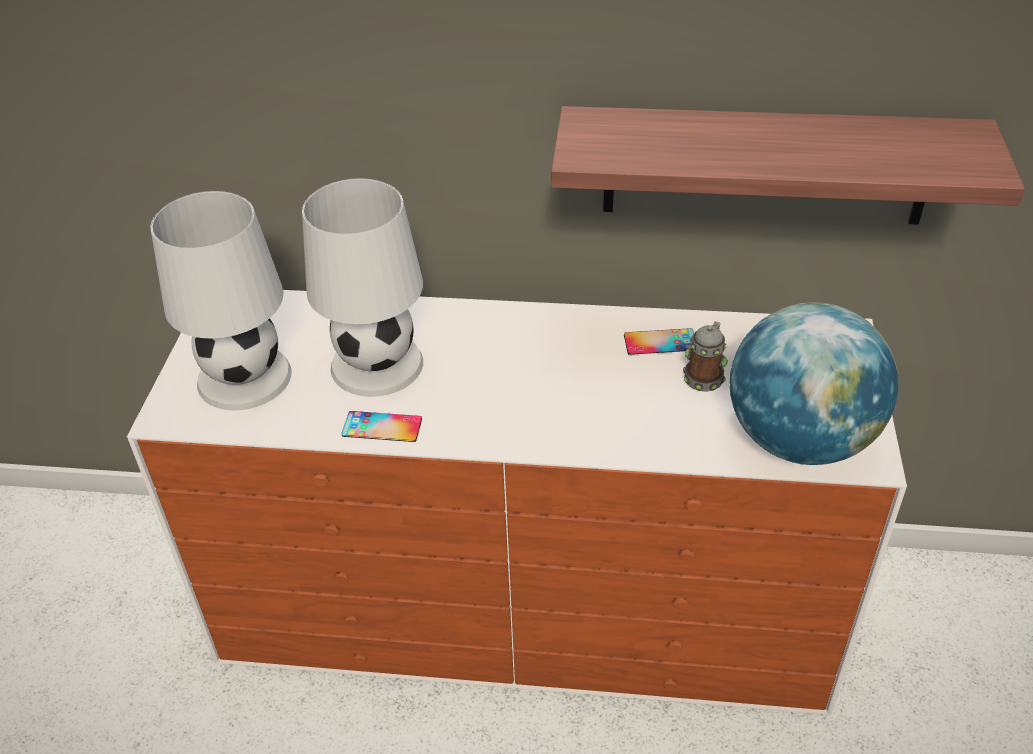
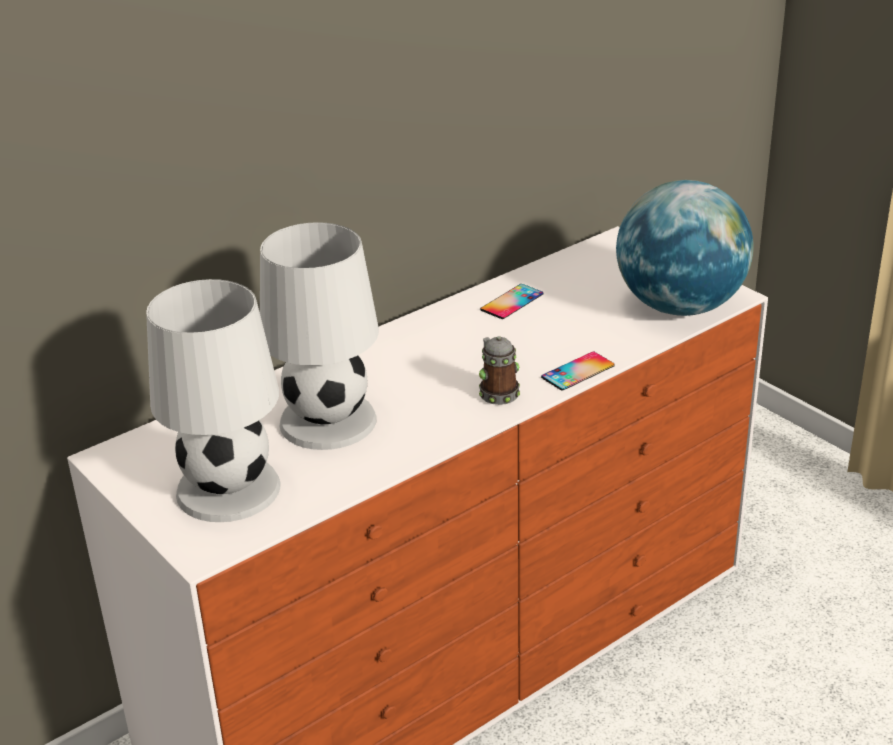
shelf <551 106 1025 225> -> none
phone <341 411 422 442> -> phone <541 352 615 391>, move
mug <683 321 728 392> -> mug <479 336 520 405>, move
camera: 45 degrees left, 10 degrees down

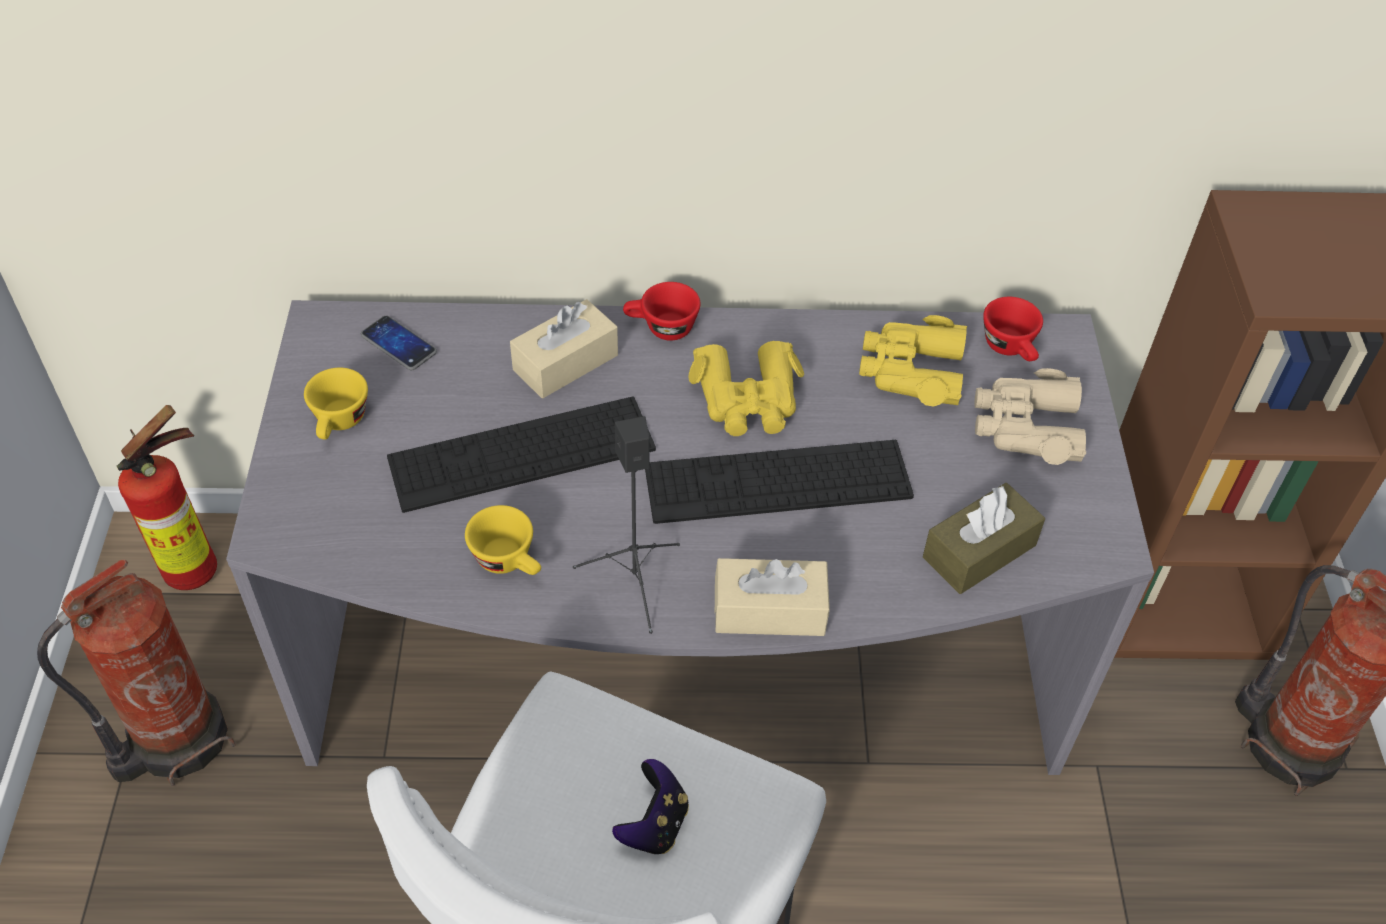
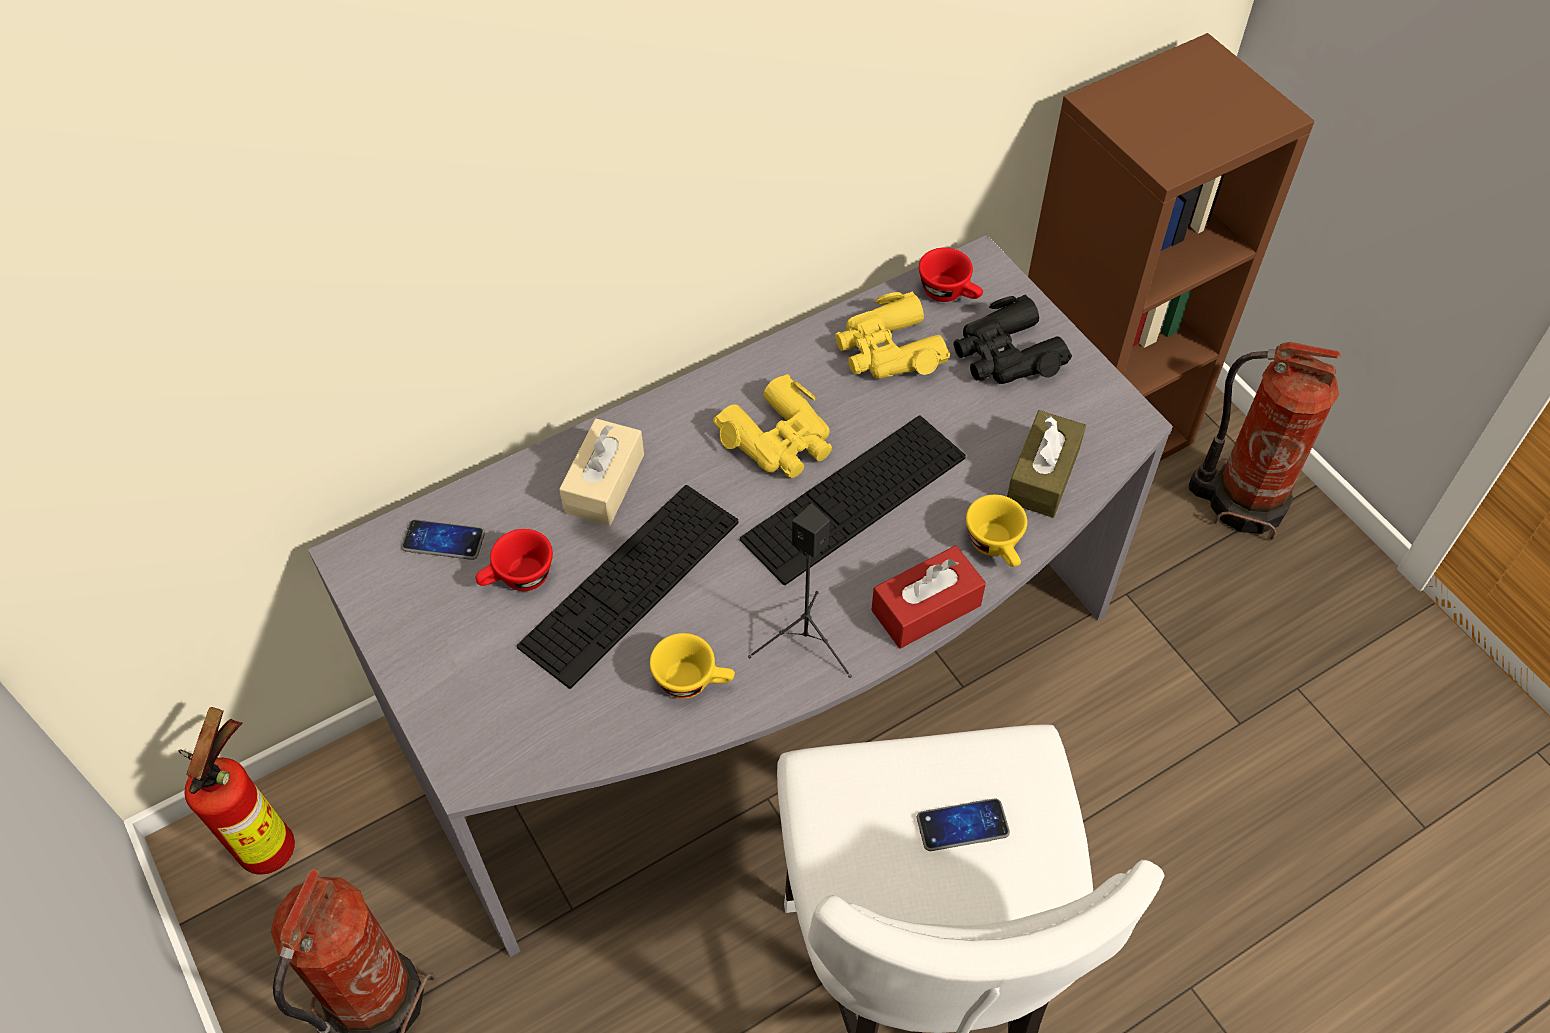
yellow cup <304 367 368 440> -> yellow cup <966 495 1027 567>, move
red cup <623 282 700 341> -> red cup <476 529 553 591>, move
game controller <612 759 689 854> -> phone <917 798 1010 851>
beige tissue box <715 558 830 636> -> red tissue box <871 546 986 649>
beige binoculars <974 368 1086 465> -> black binoculars <954 295 1072 384>
camera: 30 degrees left, 5 degrees up

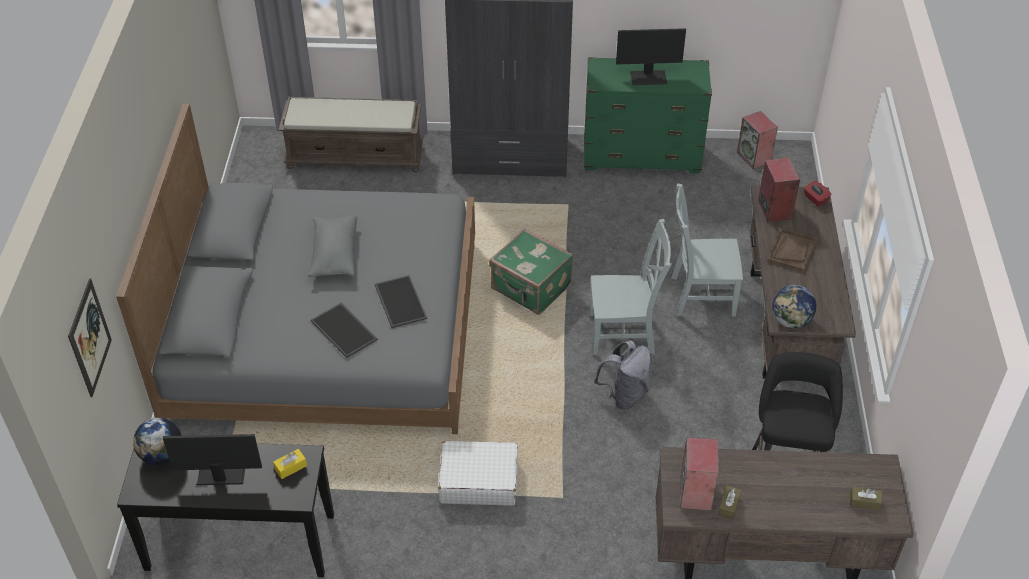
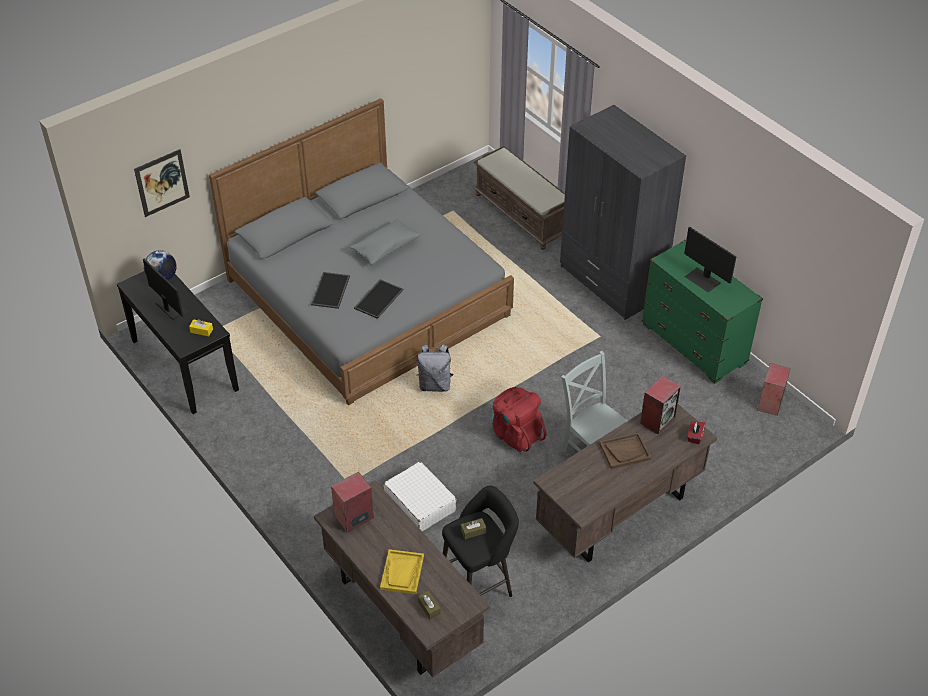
green suitcase <489 228 573 315> -> none
globe <772 285 817 328> -> none
none -> yellow tray <380 549 424 594>
white suitcase <438 441 518 505> -> white suitcase <383 462 457 531>, move
grey backpack <594 340 652 410> -> grey backpack <417 344 454 392>, move
brown tissue box <718 485 742 520> -> brown tissue box <461 518 486 539>, move
grey chair <589 219 672 355> -> red backpack <492 387 546 452>
camera: 50 degrees right, 0 degrees up

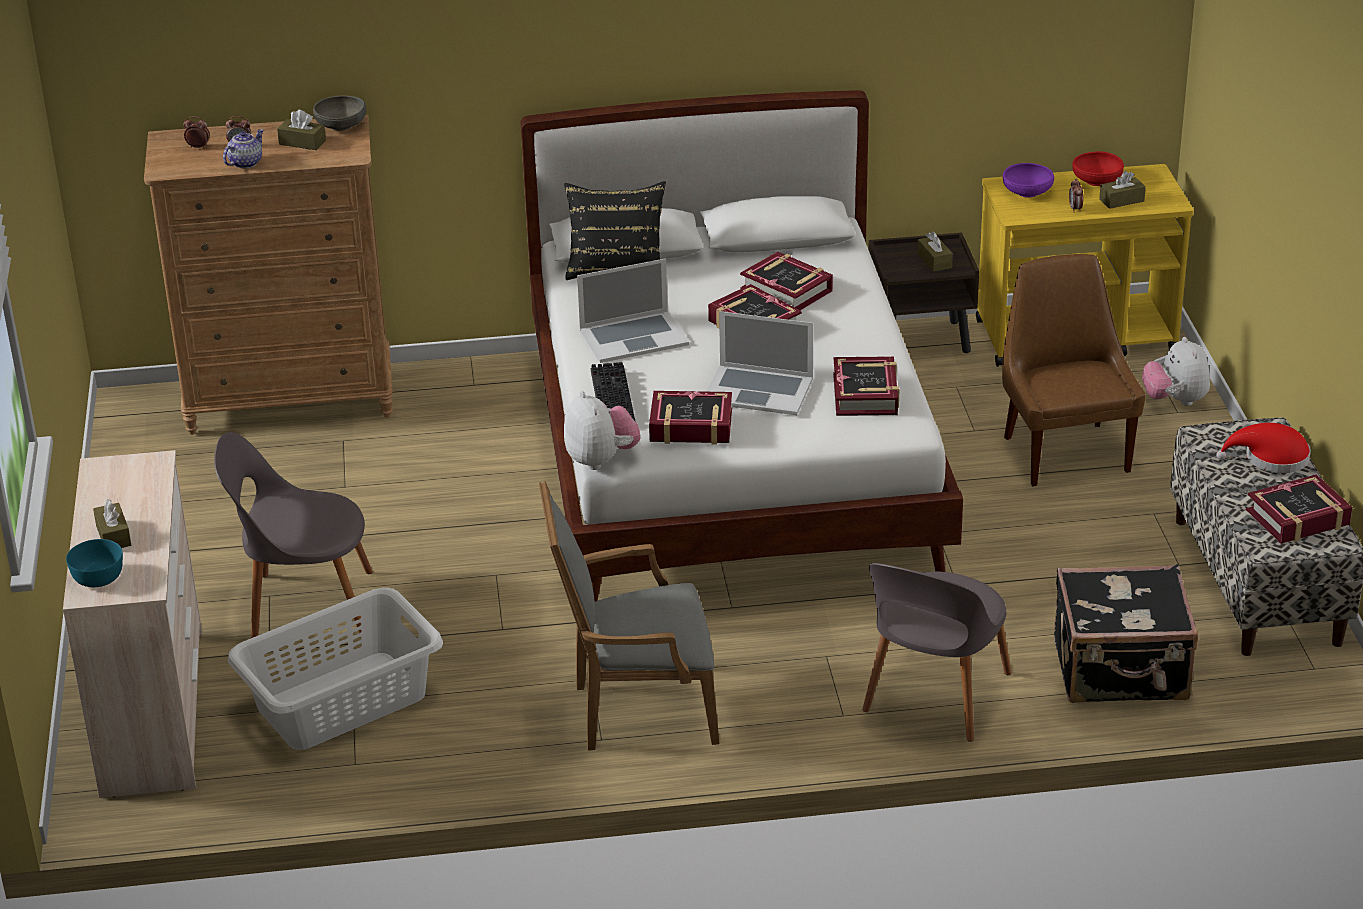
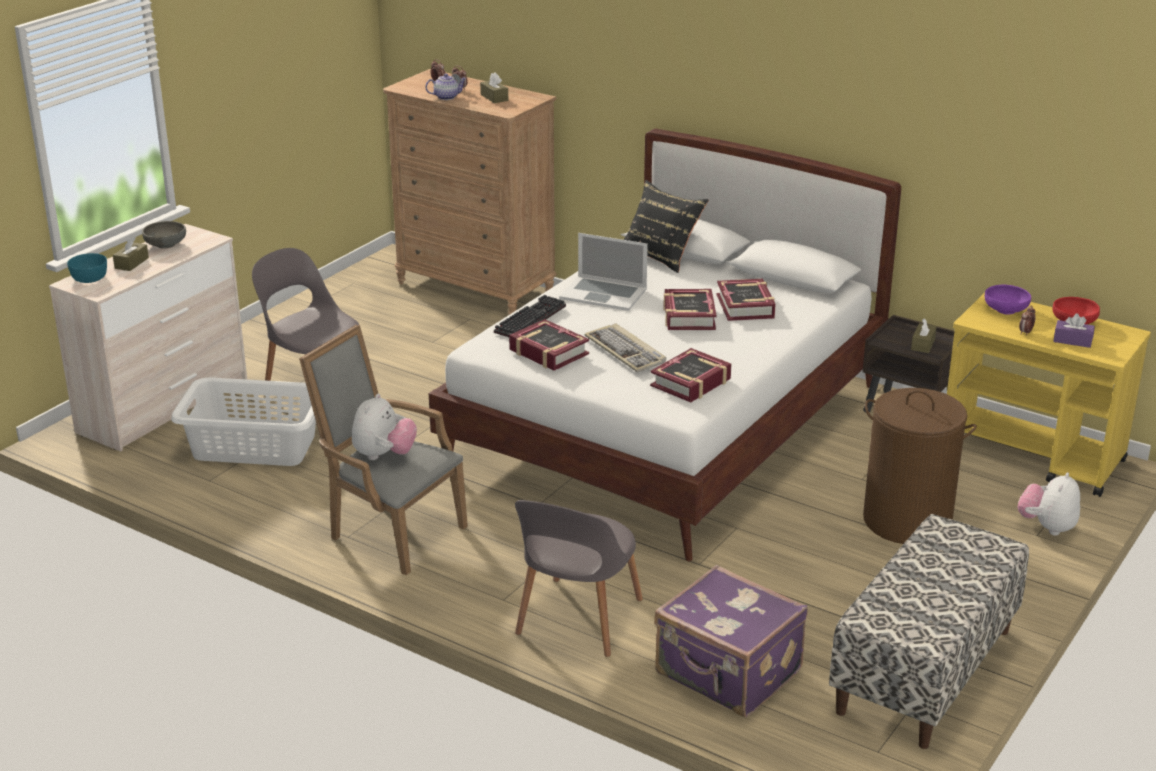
red hat <1216 423 1311 473> -> none
book <1246 475 1353 544> -> none
grey bowl <313 96 366 131> -> grey bowl <142 221 186 249>, move
plush toy <564 391 641 470> -> plush toy <352 394 417 460>, move
laptop <706 311 814 415> -> keyboard <585 323 666 372>
brown chair <1002 254 1146 486> -> brown laundry basket <863 388 977 544>
black suitcase <1054 564 1198 703> -> purple suitcase <654 565 808 717>
brown tissue box <1099 171 1146 209> -> purple tissue box <1053 314 1095 348>
grey chair <862 563 1012 742> -> grey chair <515 500 643 657>, 45 degrees counterclockwise
camera: 40 degrees right, 5 degrees down

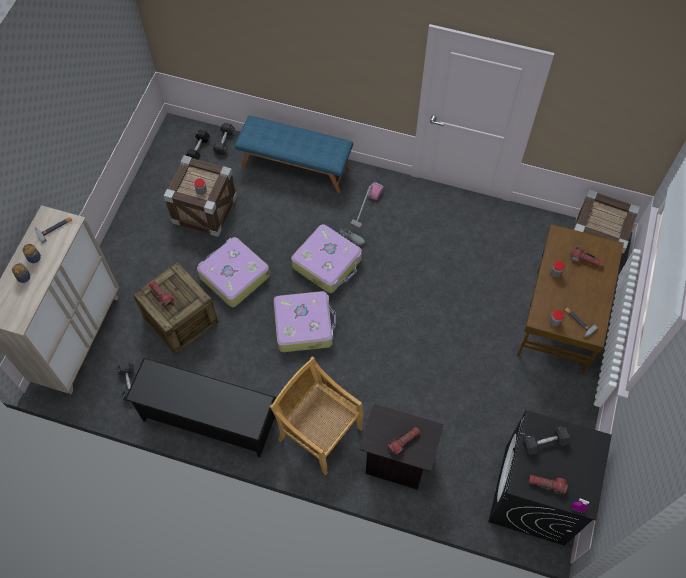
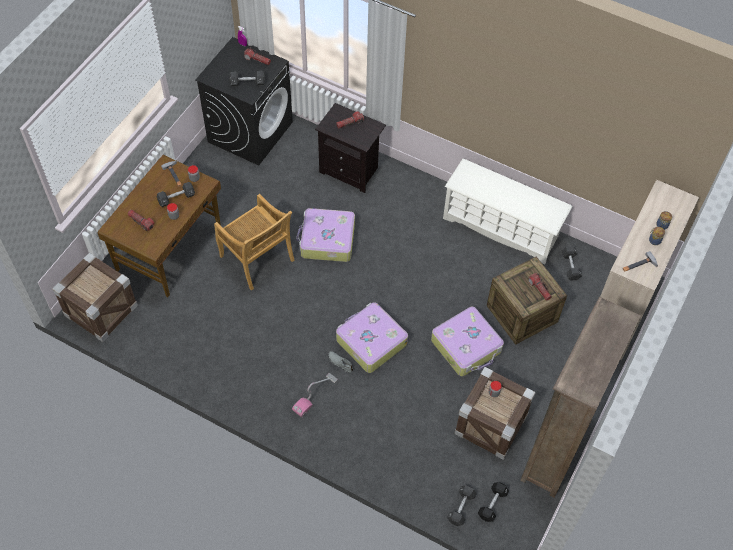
blue bench <235 115 353 193> -> none
none -> black dumbbell <157 182 195 207>
none -> brown bookcase <520 297 641 498>
beige chair <270 357 363 475> -> beige chair <214 194 295 291>, move
suitcase <274 291 336 352> -> suitcase <296 208 355 262>, move
black shoe rack <125 358 276 457> -> white shoe rack <443 159 573 264>
camera: 170 degrees left, 5 degrees down

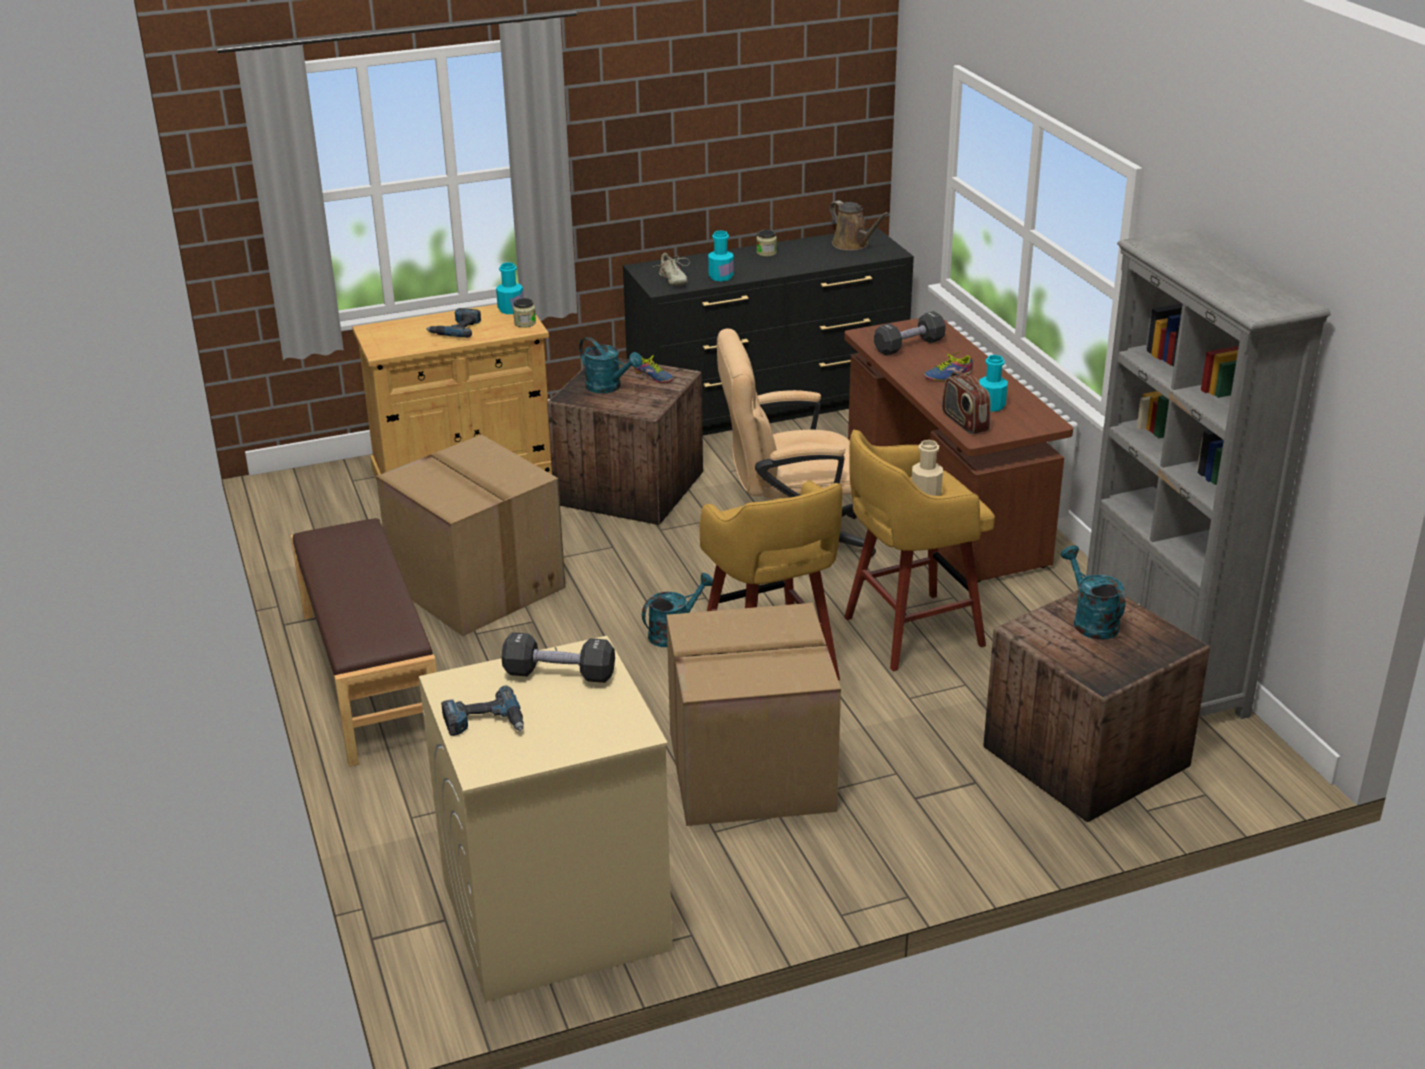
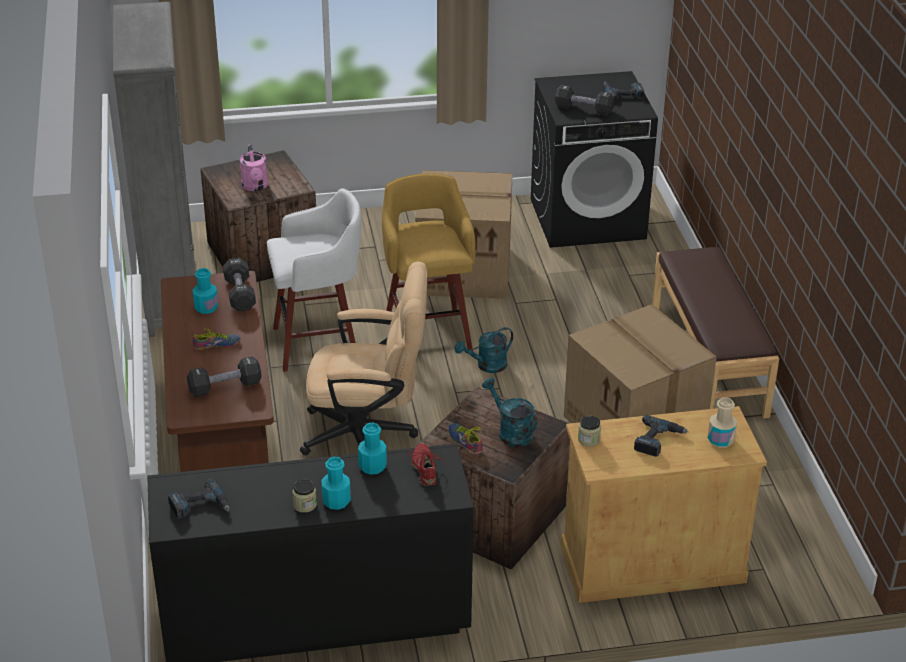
turquoise bottle <496 262 524 314> -> turquoise bottle <321 457 351 510>, move
beige bottle <912 440 943 496> -> beige bottle <707 397 737 448>, move
brown watering can <829 200 889 251> -> power drill <168 478 230 519>
radio <942 372 991 434> -> black dumbbell <223 258 256 311>
beige washing machine <419 636 672 1002> -> black washing machine <531 71 658 248>
beige shoe <653 253 690 286> -> red shoe <407 443 444 486>
yellow stool <844 430 995 671> -> white stool <267 188 361 372>
turquoise watering can <1061 546 1125 639> -> pink watering can <240 145 268 191>
camera: 170 degrees left, 5 degrees up

